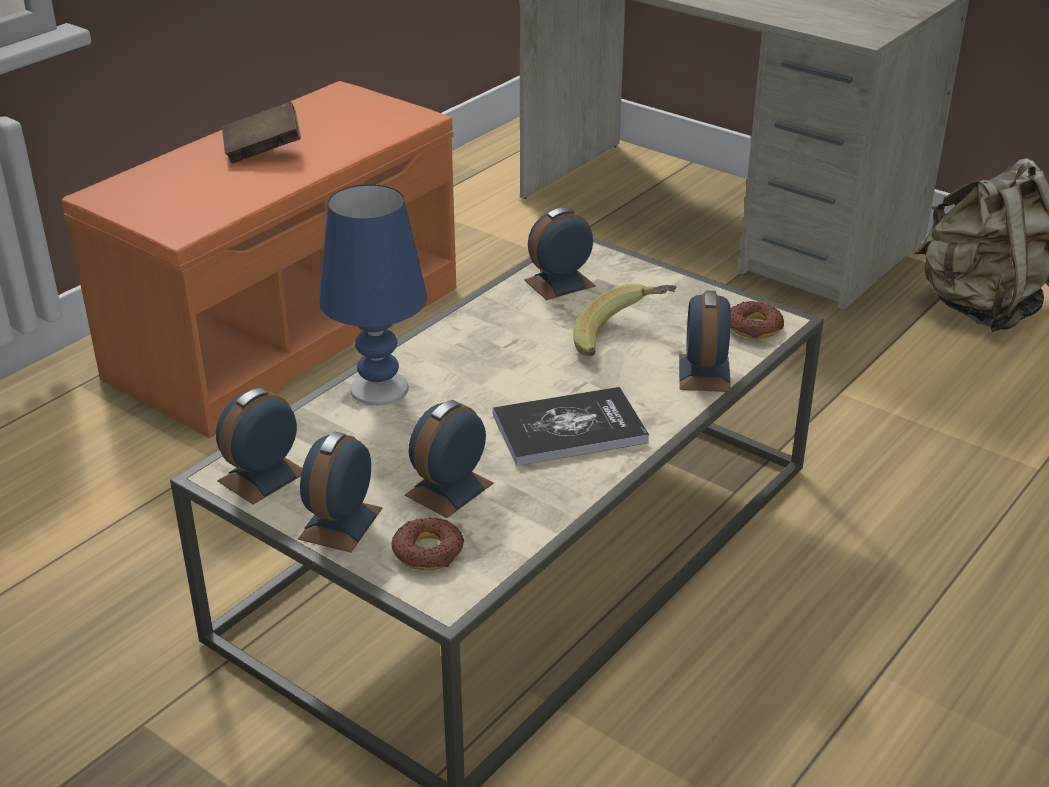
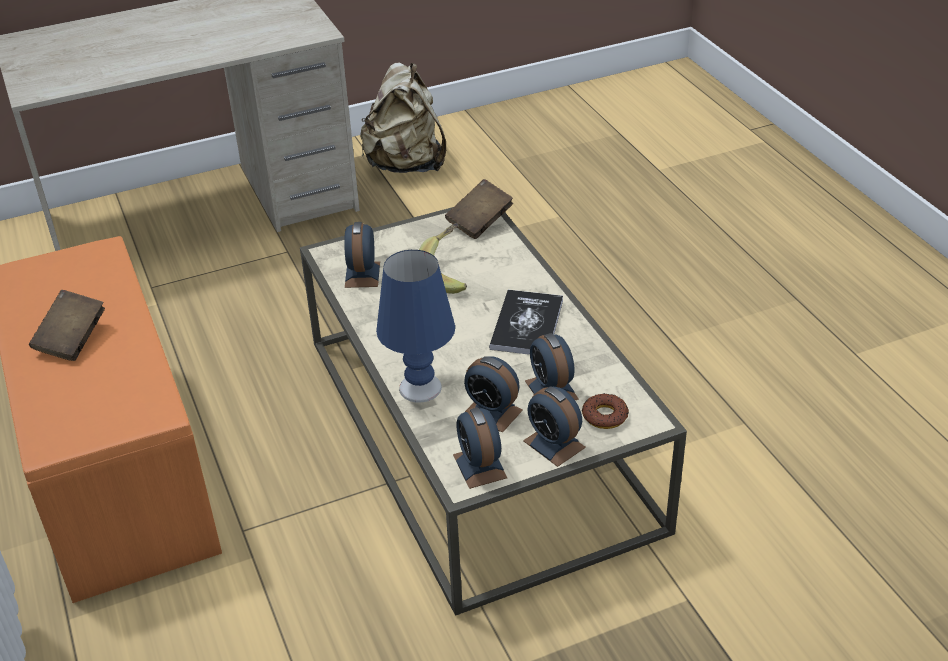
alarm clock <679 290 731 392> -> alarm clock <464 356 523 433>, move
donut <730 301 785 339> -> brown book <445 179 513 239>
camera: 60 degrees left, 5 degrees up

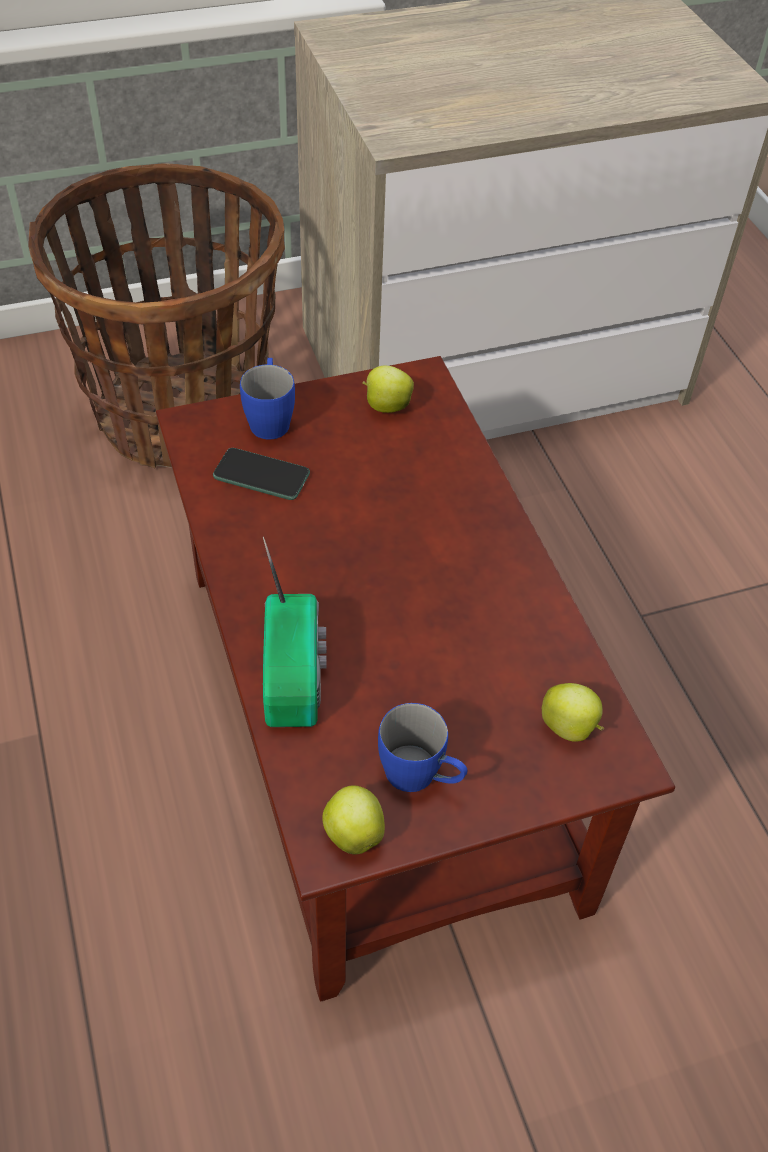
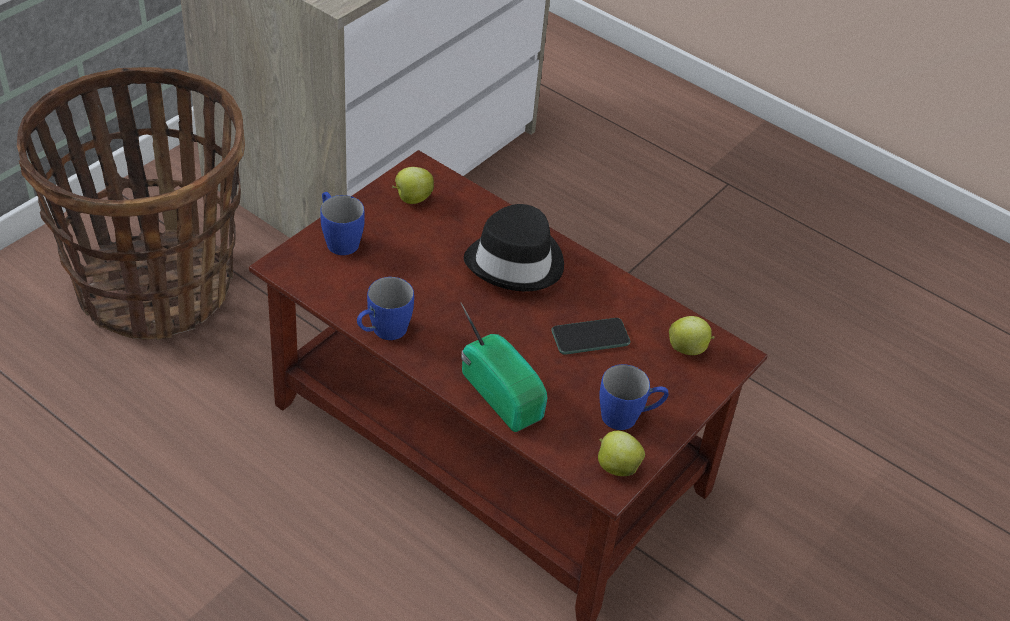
none -> blue mug <357 277 414 340>
none -> black hat <464 204 564 292>
phone <213 448 310 500> -> phone <551 318 630 355>, move
camera: 35 degrees left, 5 degrees down

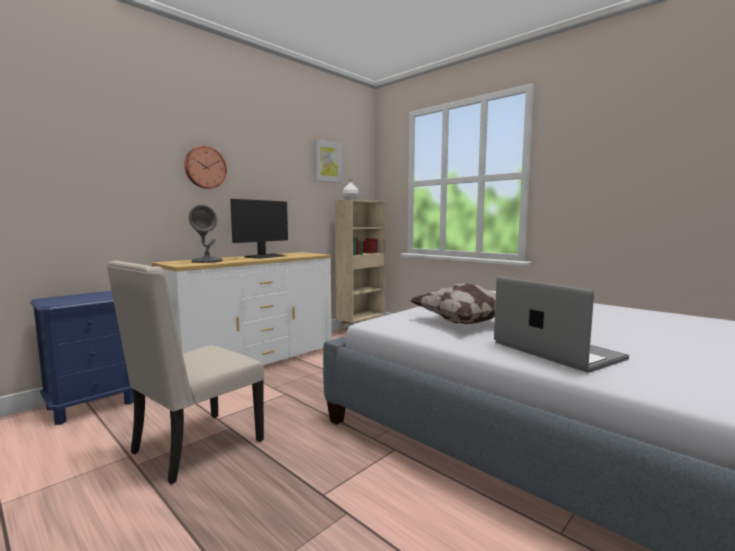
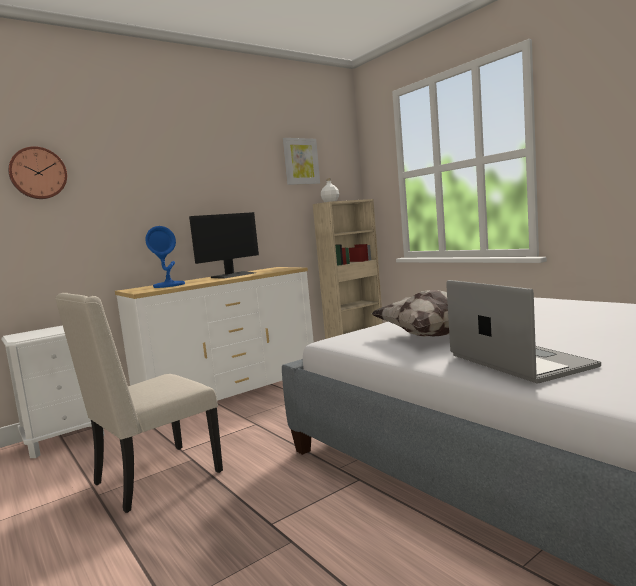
wall clock <184 146 227 189> -> wall clock <8 146 67 199>, move
blue nightstand <30 291 134 425> -> white nightstand <1 325 105 458>
grey table lamp <189 205 223 263> -> blue table lamp <145 226 185 288>
camera: 10 degrees right, 0 degrees up

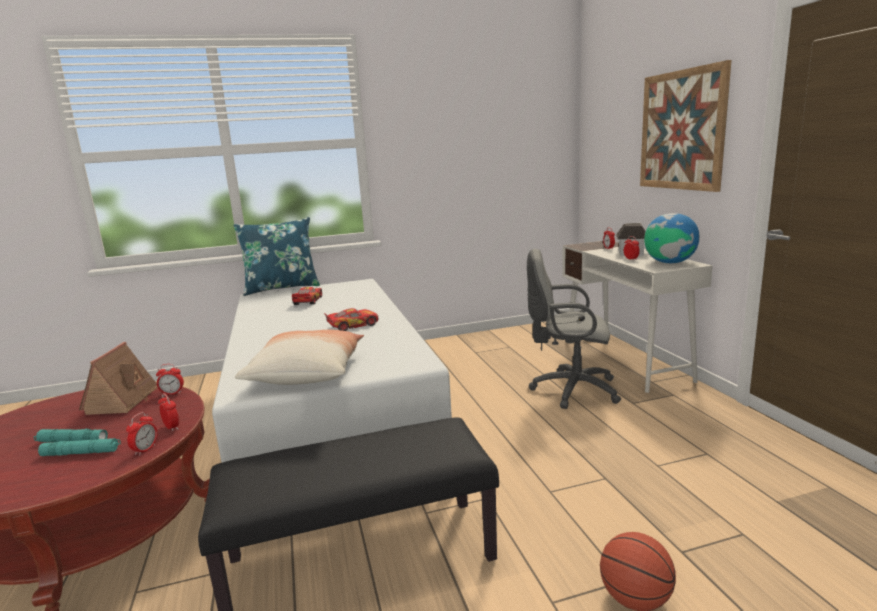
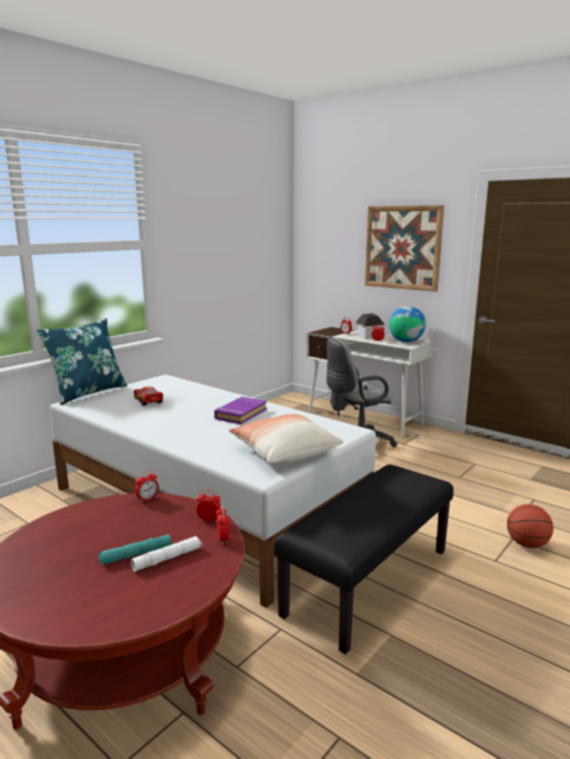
toy house <79 342 158 415> -> none
toy car <324 308 378 331> -> purple book <214 397 267 424>
turquoise flashlight <38 438 121 456> -> white flashlight <131 536 202 572>
camera: 35 degrees left, 0 degrees up

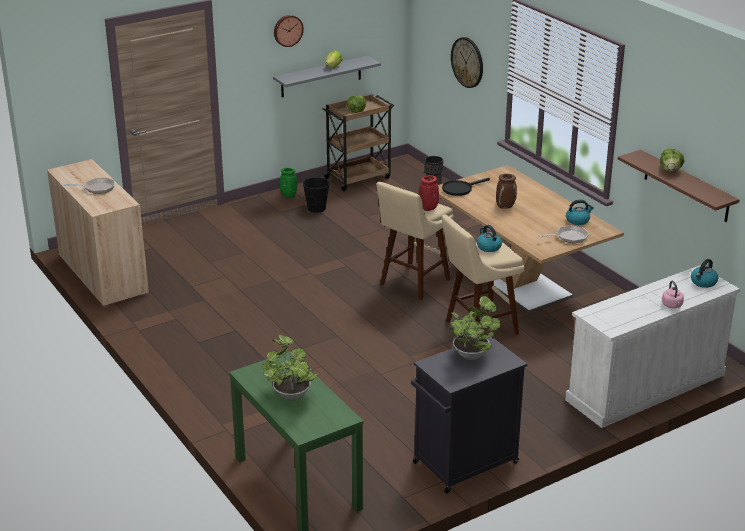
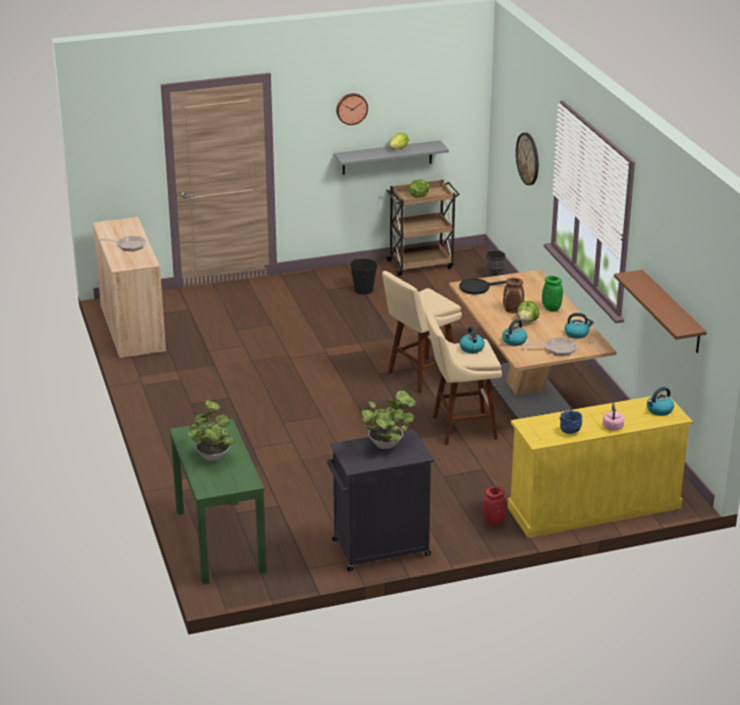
none -> kettle <502 319 527 346>
none -> blue bowl <560 410 582 434>
green vase <280 168 297 198> -> green vase <542 276 563 312>, move
red vase <419 175 439 211> -> red vase <483 487 506 526>, move
lettuce <660 149 684 172> -> lettuce <517 301 540 323>, move
white dresser <565 266 740 428> -> yellow dresser <507 394 693 538>
camera: 15 degrees right, 0 degrees up

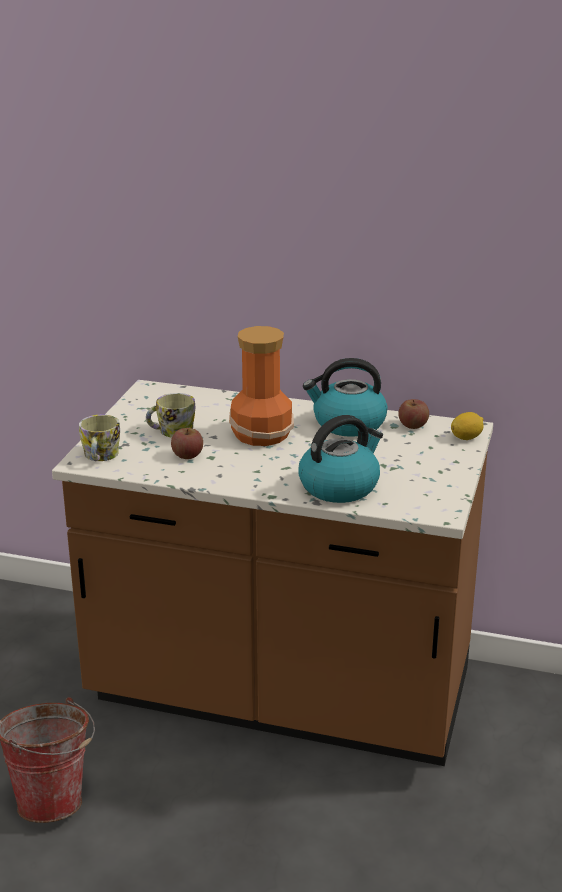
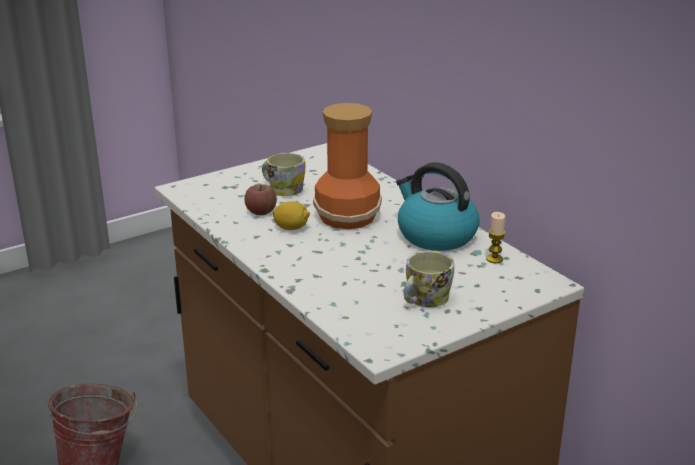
kettle <298 415 383 503> -> none
mug <79 415 120 461> -> mug <404 251 454 307>, move
lemon <451 412 484 440> -> lemon <273 201 310 230>, move
apple <398 399 429 429> -> candle <486 212 506 263>
camera: 40 degrees right, 0 degrees up

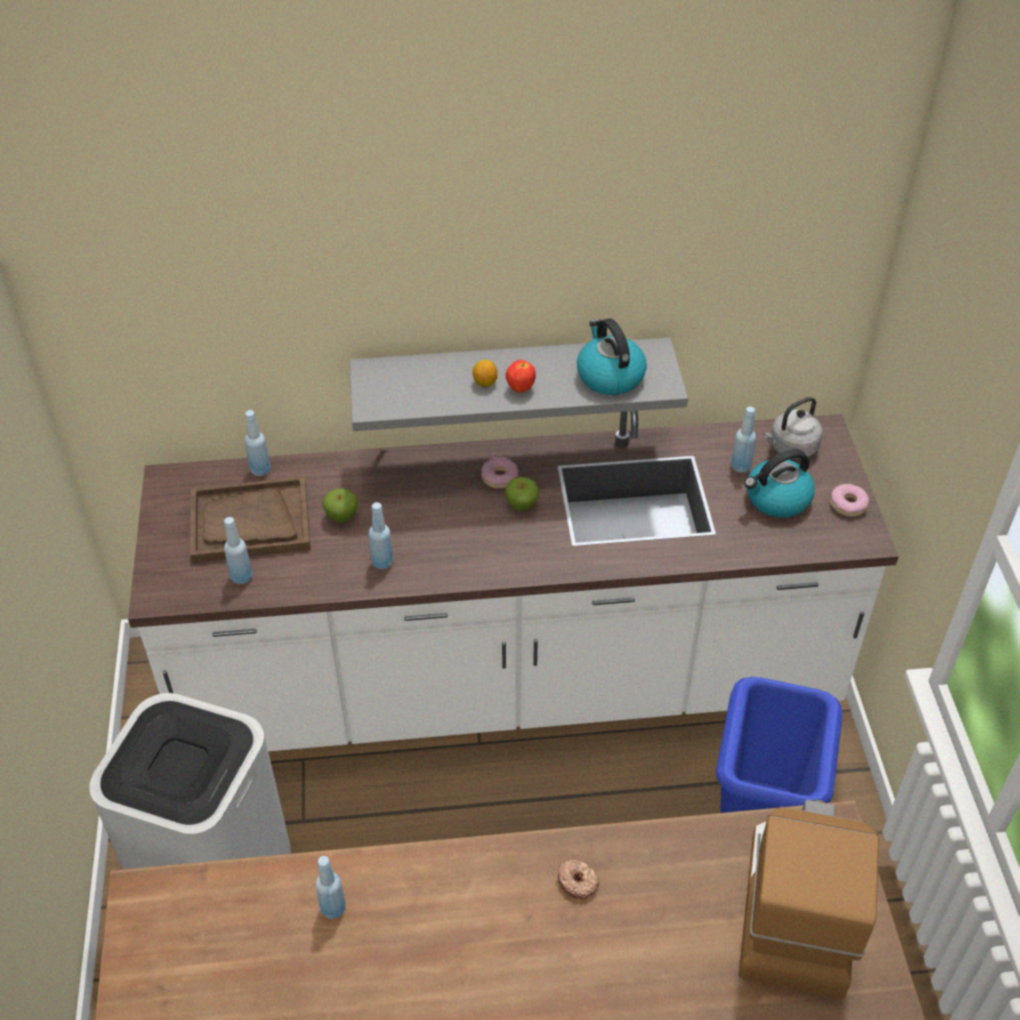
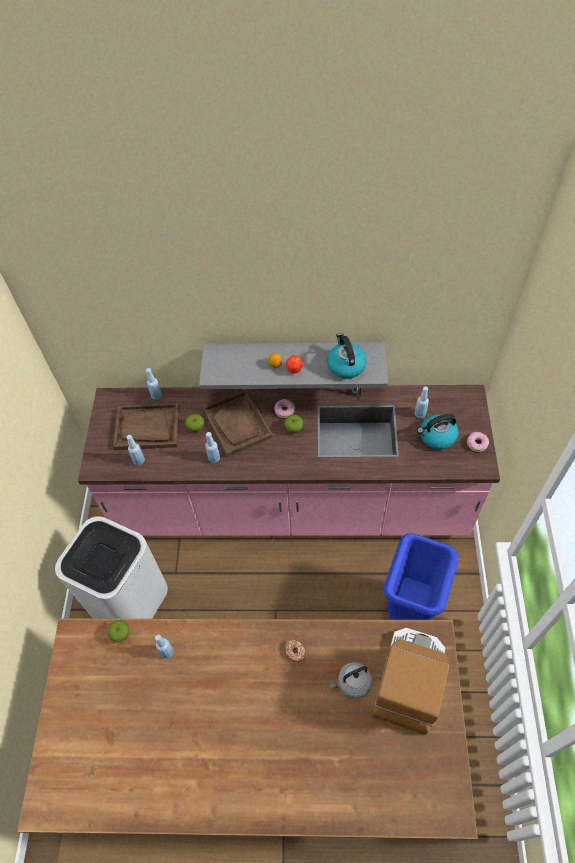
none -> apple <108 620 129 642>
none -> brown tray <203 389 273 457>
grey kettle <763 397 823 459> -> grey kettle <330 662 372 699>, move
white counter <128 411 899 752> -> pink counter <78 385 500 536>
camera: 10 degrees right, 10 degrees up

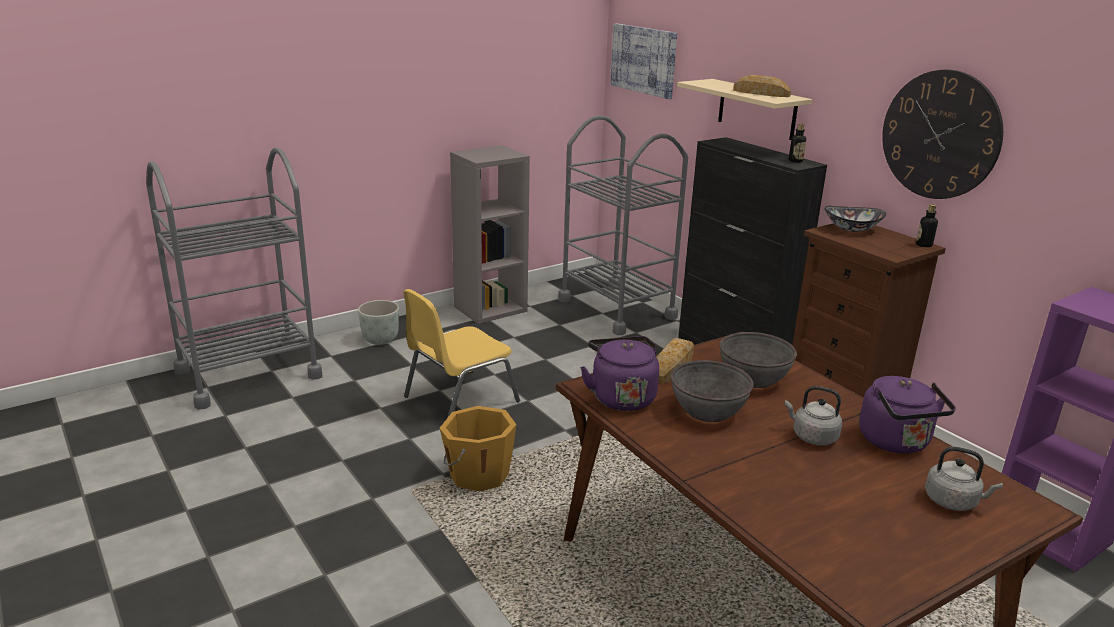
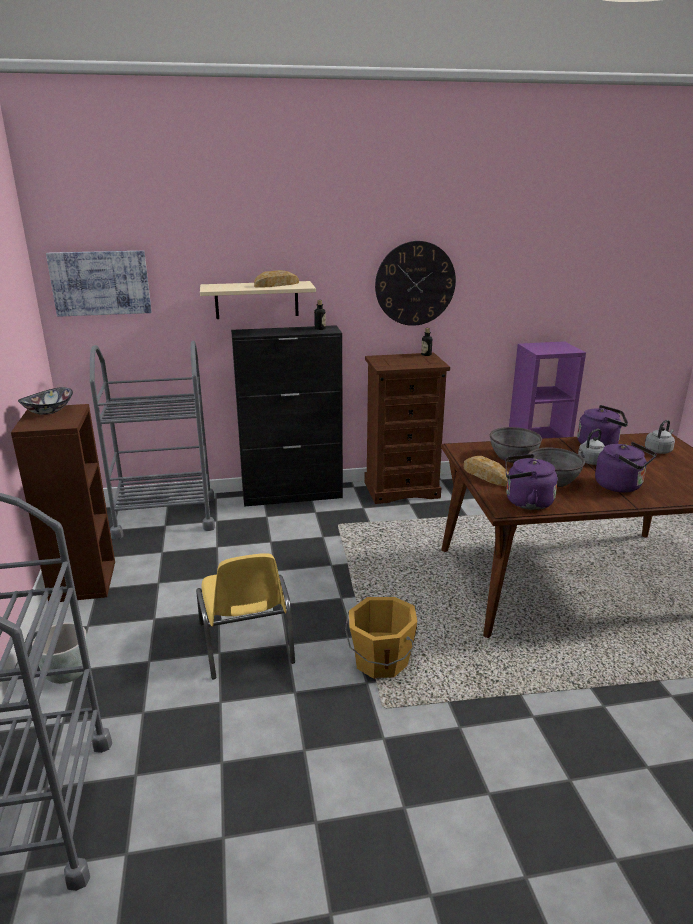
none -> purple kettle <595 442 657 493>
bowl <824 206 886 232> -> bowl <18 387 73 415>, move
grey bookcase <450 145 530 324> -> brown bookcase <11 404 115 602>
camera: 65 degrees left, 0 degrees up

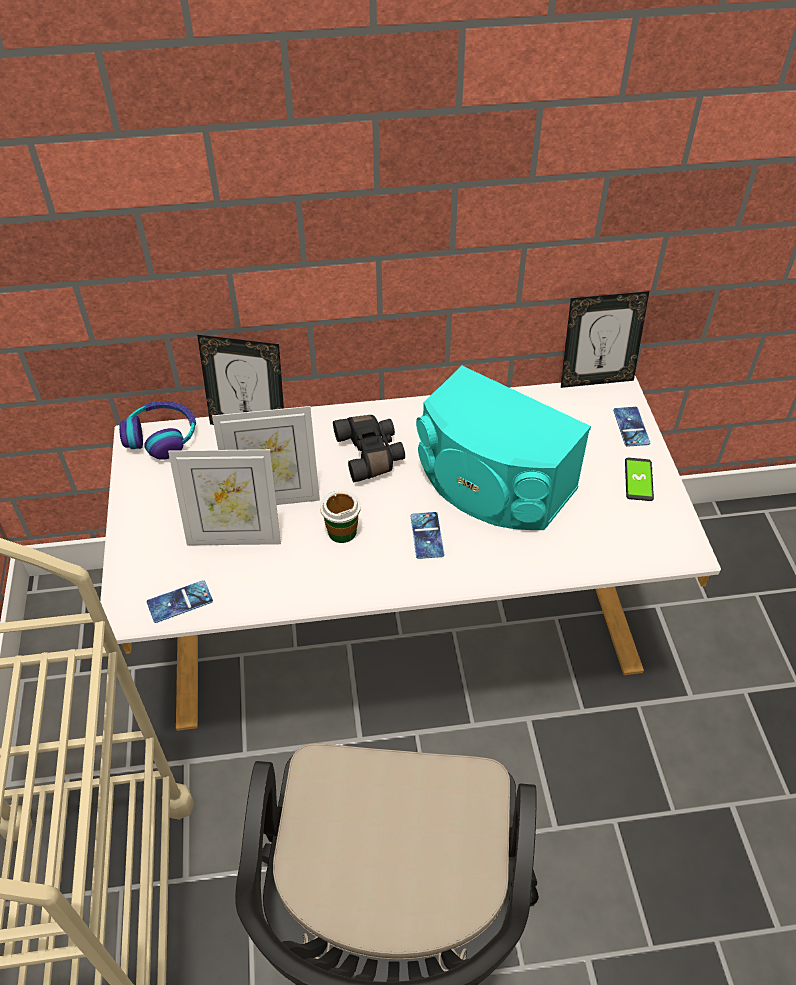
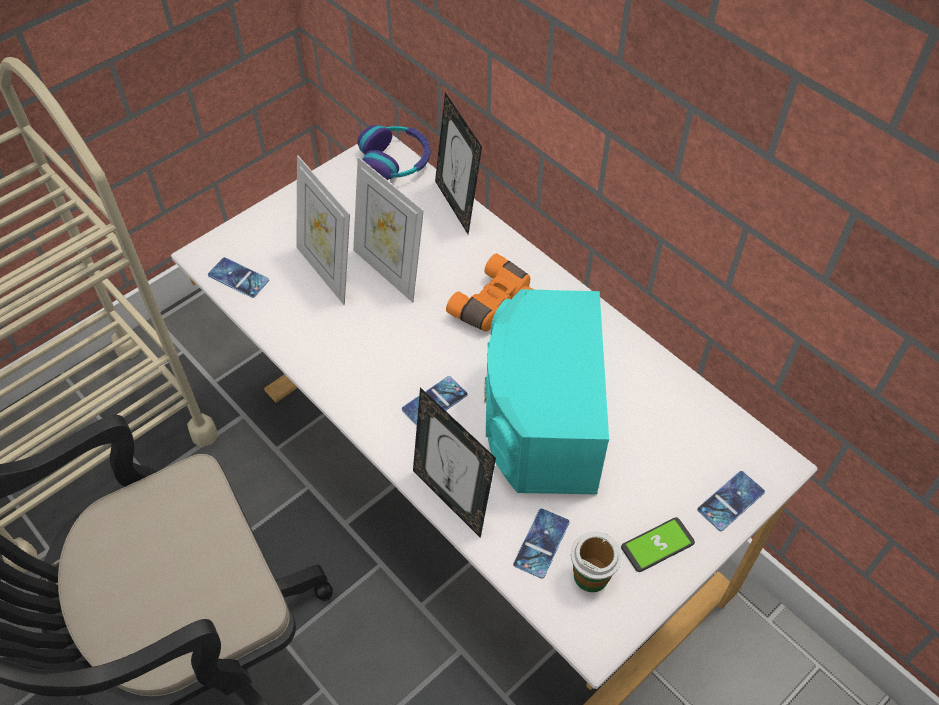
none -> phone <513 508 570 579>
cup <320 491 361 543> -> cup <571 532 622 592>, move
picture frame <561 291 649 388> -> picture frame <413 387 496 538>, move
black binoculars <333 415 405 482> -> orange binoculars <446 253 535 331>
camera: 55 degrees right, 5 degrees up

